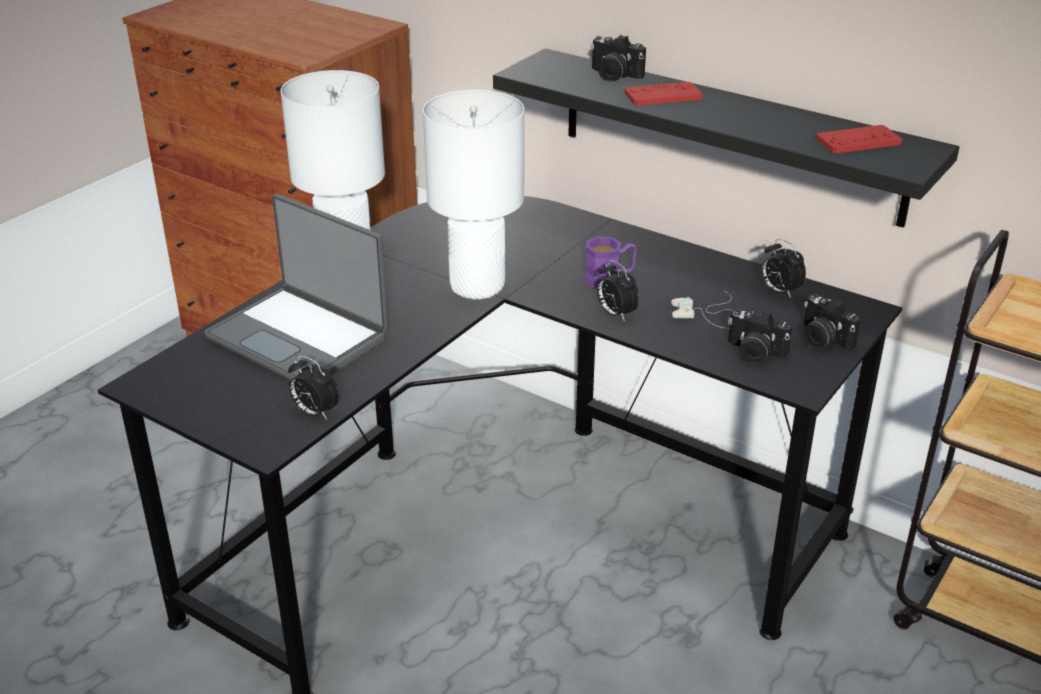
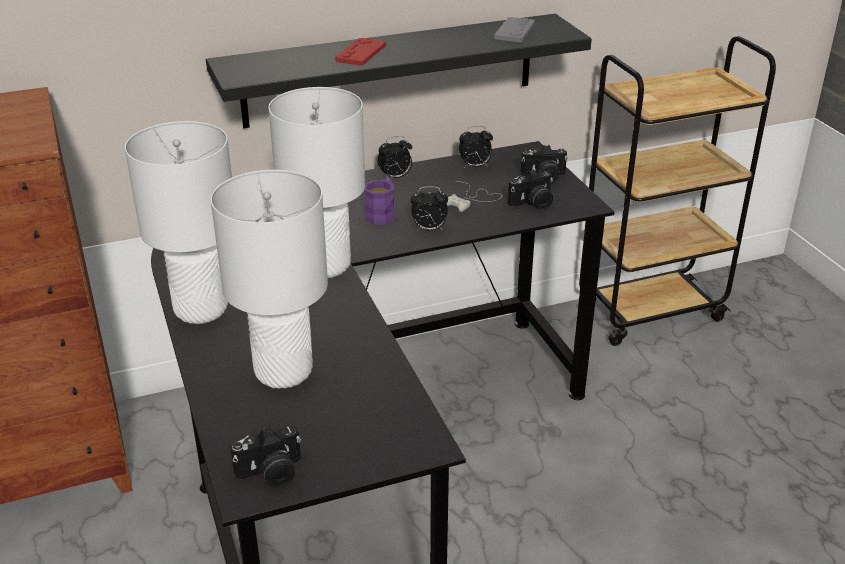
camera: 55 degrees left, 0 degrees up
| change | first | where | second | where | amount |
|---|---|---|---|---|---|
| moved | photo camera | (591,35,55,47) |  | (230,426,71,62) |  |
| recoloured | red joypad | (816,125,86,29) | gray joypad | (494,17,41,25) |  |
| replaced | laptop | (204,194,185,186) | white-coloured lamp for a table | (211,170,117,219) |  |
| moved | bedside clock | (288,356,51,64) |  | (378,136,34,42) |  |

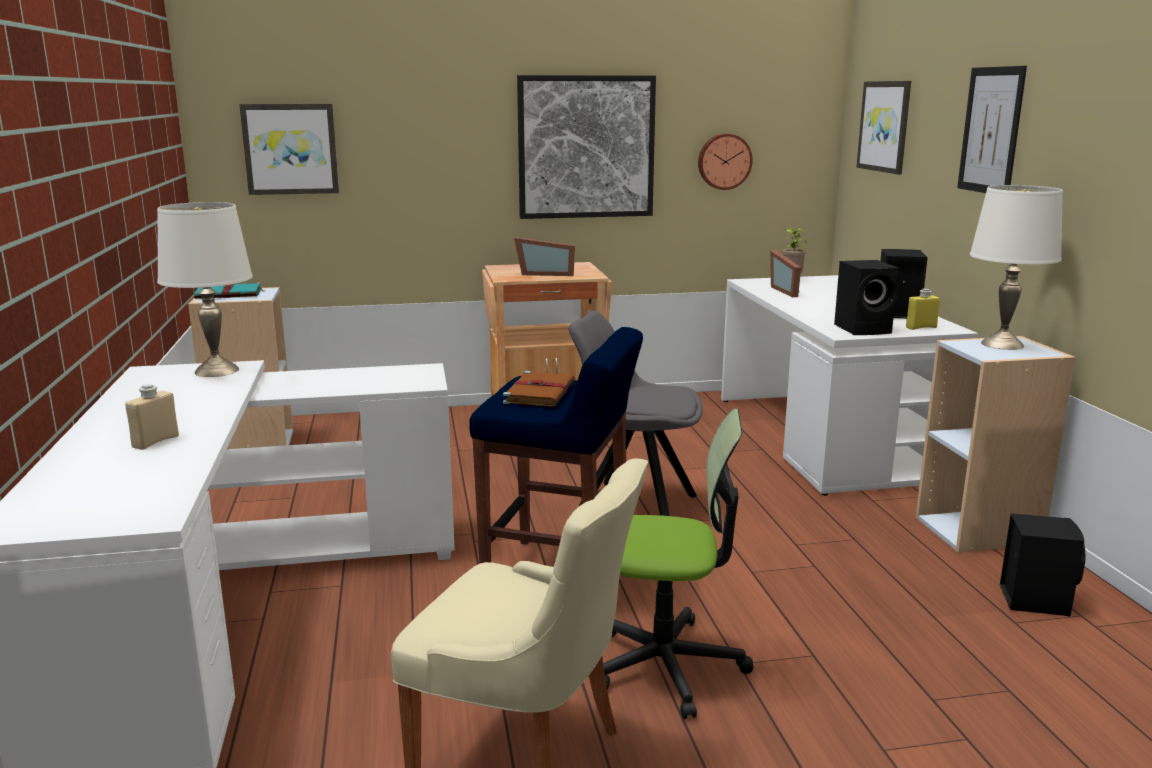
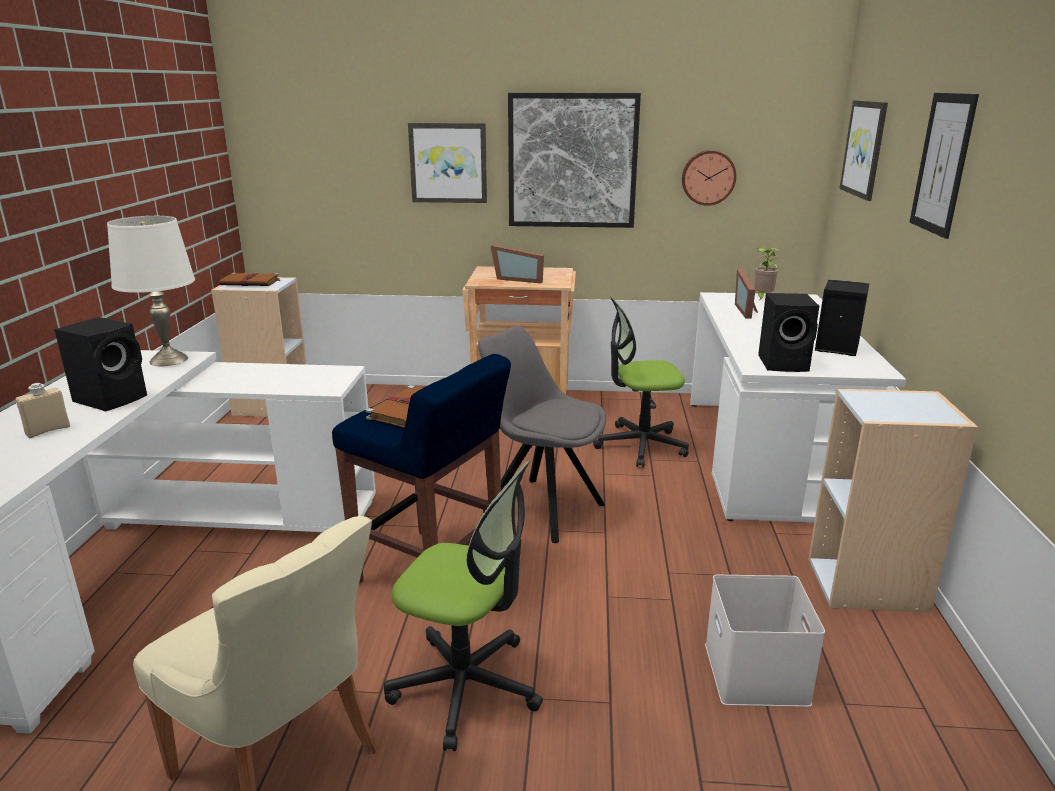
camera: 15 degrees right, 5 degrees up
| change | first | where | second | where | amount |
|---|---|---|---|---|---|
| moved | picture | (239,104,100,91) |  | (408,123,79,80) |  |
| removed | white-coloured lamp for a table | (970,185,93,165) |  |  |  |
| recoloured | blue-green book | (194,283,73,16) | brown book | (219,273,63,13) |  |
| removed | yellow-coloured beverage bottle | (906,289,34,41) |  |  |  |
| moved | black-coloured speaker | (1000,513,85,104) |  | (54,317,93,94) |  |
| added |  |  | computer chair | (593,297,96,171) |  |
| added |  |  | white-coloured storage container | (705,575,120,132) |  |

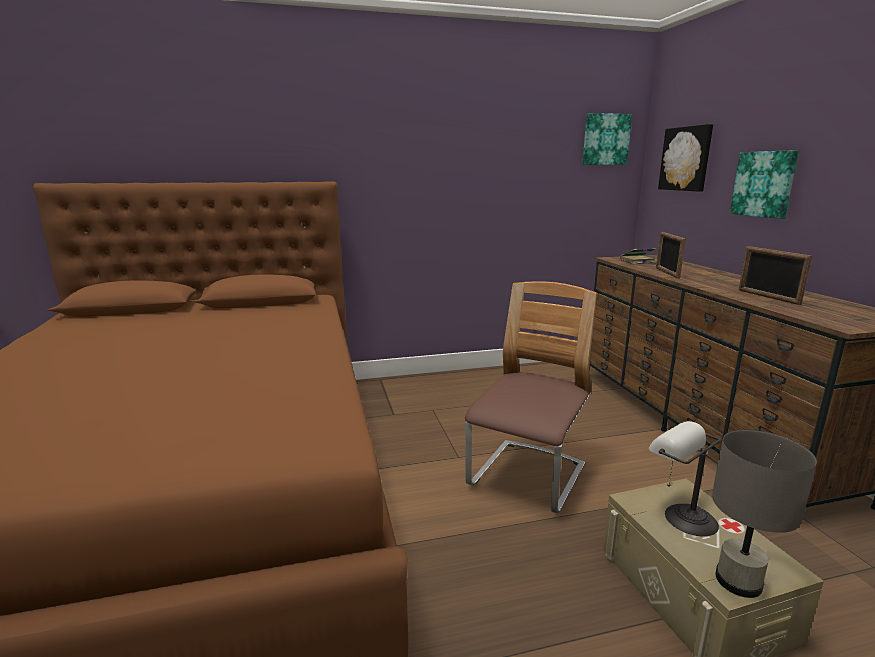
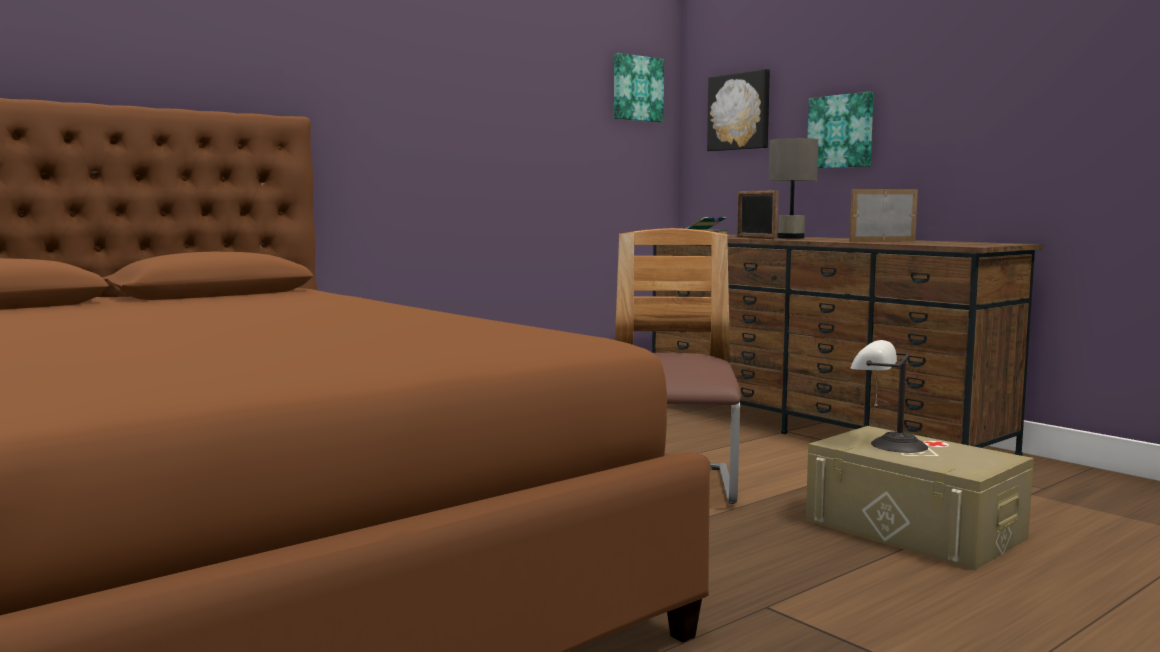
camera: 25 degrees left, 10 degrees down
| change | first | where | second | where | amount |
|---|---|---|---|---|---|
| turned | photo frame | (739,246,73,59) |  | (849,189,69,53) | 120 degrees clockwise |
| moved | gray lamp for a table | (712,429,105,169) |  | (769,138,49,101) |  |

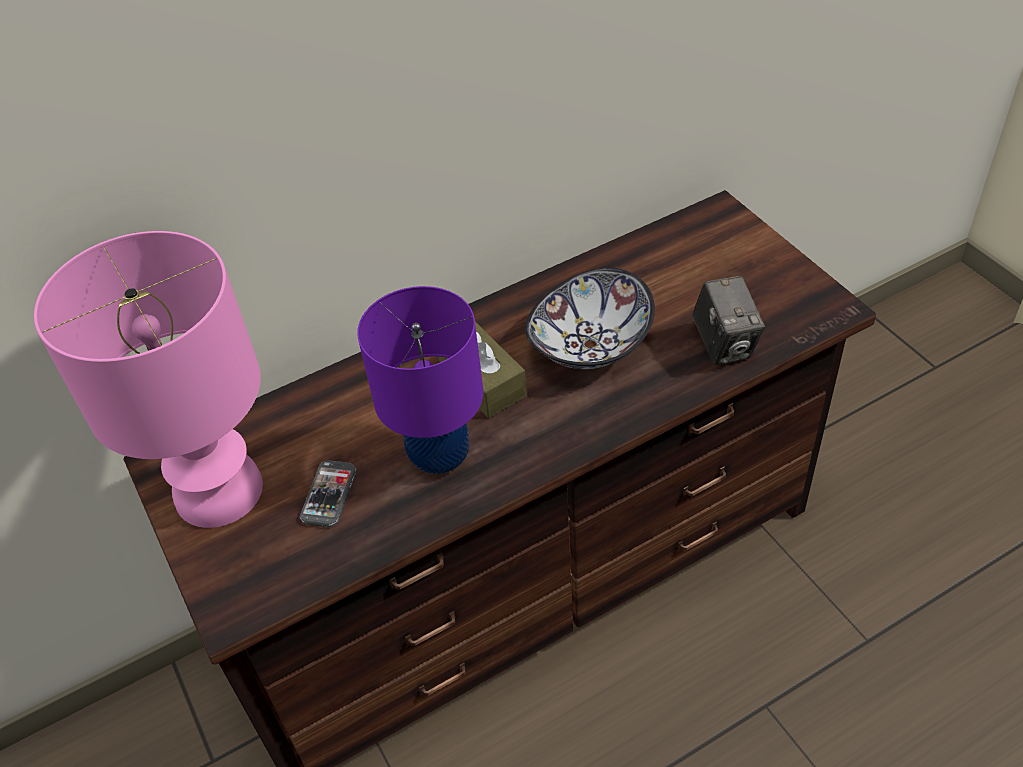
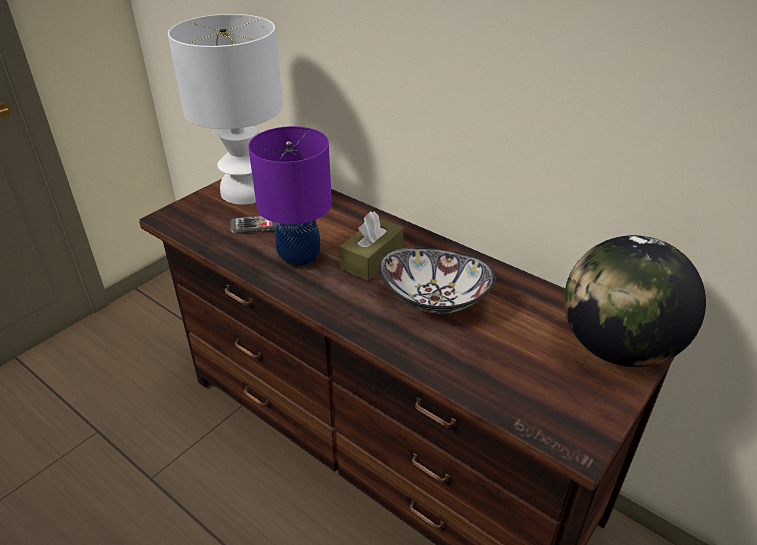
camera: 65 degrees right, 10 degrees down
| change | first | where | second | where | amount |
|---|---|---|---|---|---|
| recoloured | pink-coloured lamp for a table | (34,231,229,297) | white-coloured lamp for a table | (168,14,115,191) |  |
| removed | photo camera | (692,275,73,90) |  |  |  |
| added |  |  | desk globe | (564,235,142,132) |  |

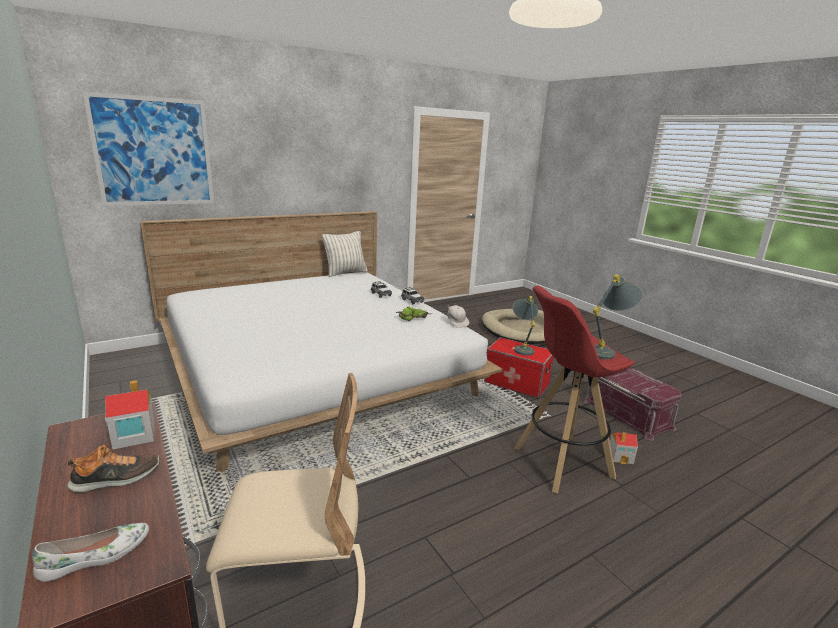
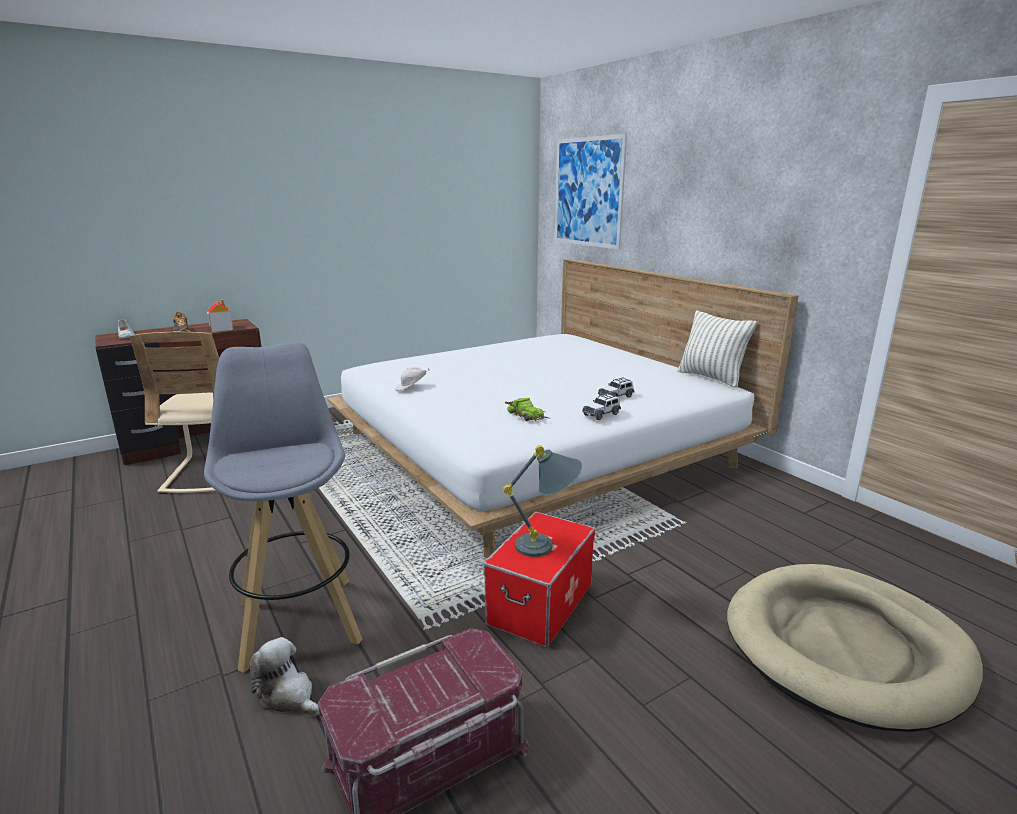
camera: 90 degrees right, 0 degrees up
| change | first | where | second | where | amount |
|---|---|---|---|---|---|
| removed | gray lamp for a table | (593,274,49,85) |  |  |  |
| recoloured | red sitting stool | (514,286,121,207) | gray sitting stool | (204,342,158,331) |  |
| moved | white-coloured cap | (447,305,22,23) |  | (395,367,35,24) |  |
| replaced | toy house | (610,432,28,32) | soft toy | (249,637,70,79) |  |

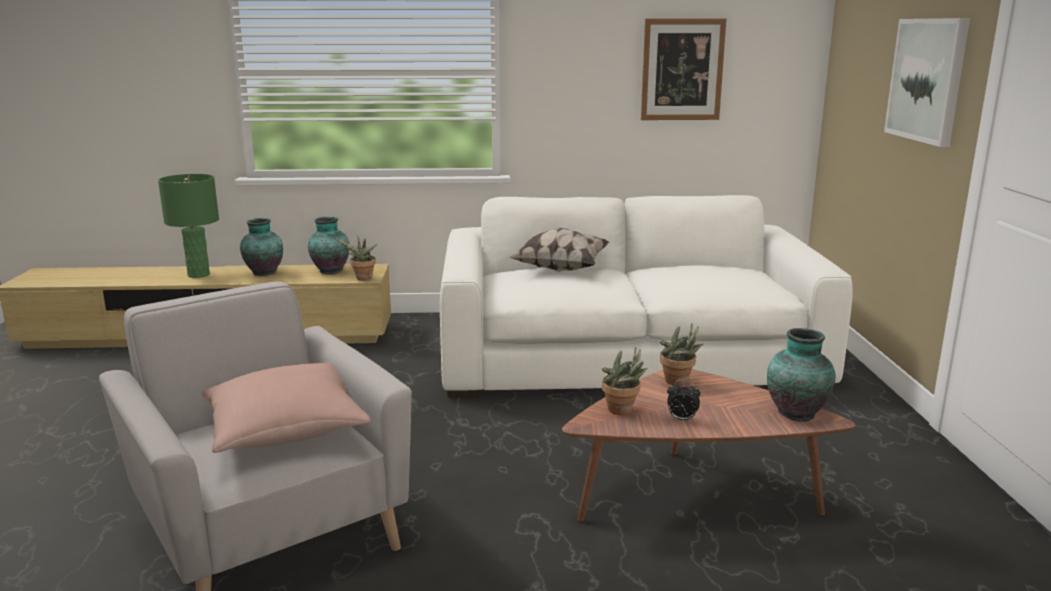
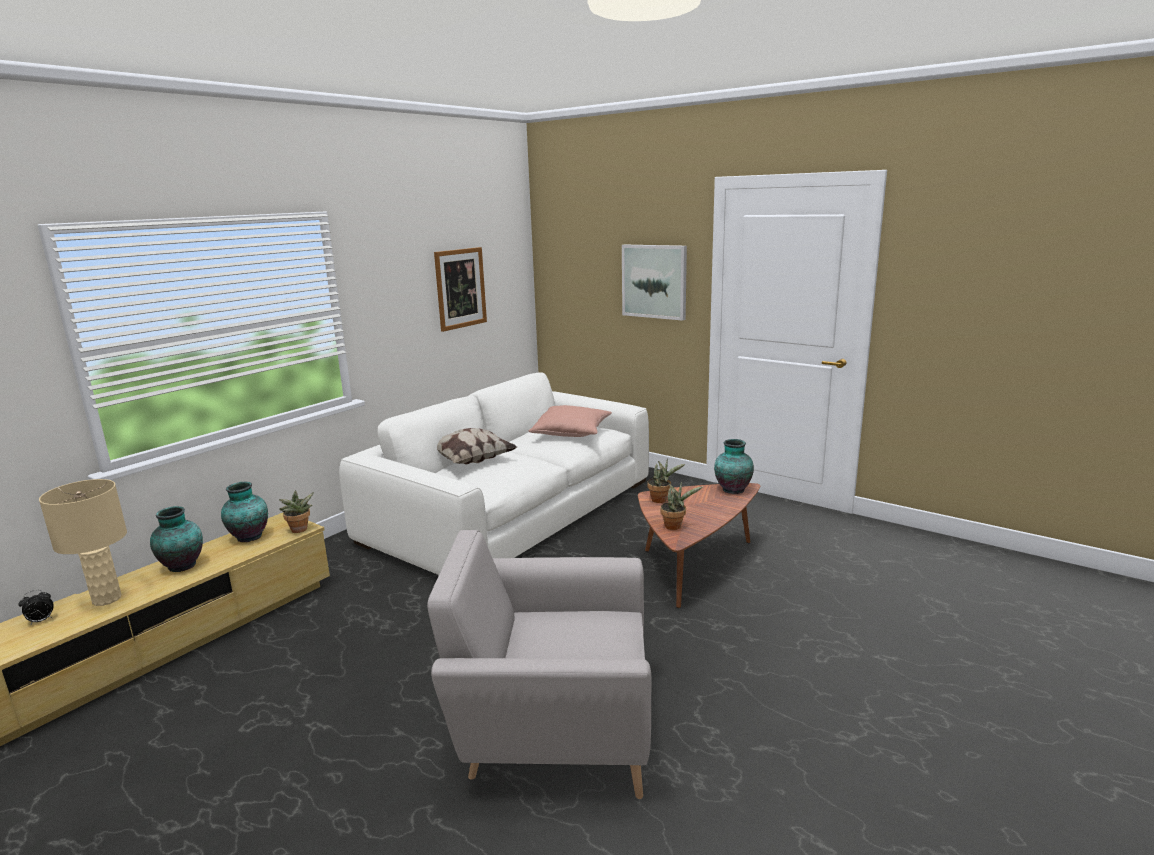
camera: 50 degrees left, 0 degrees up
| change | first | where | second | where | amount |
|---|---|---|---|---|---|
| recoloured | greenish lamp for a table | (158,174,61,104) | sand-coloured lamp for a table | (39,479,88,127) |  |
| moved | pink-coloured throw pillow | (202,363,169,90) |  | (529,405,83,32) |  |
| moved | bedside clock | (667,380,33,42) |  | (19,590,35,34) |  |

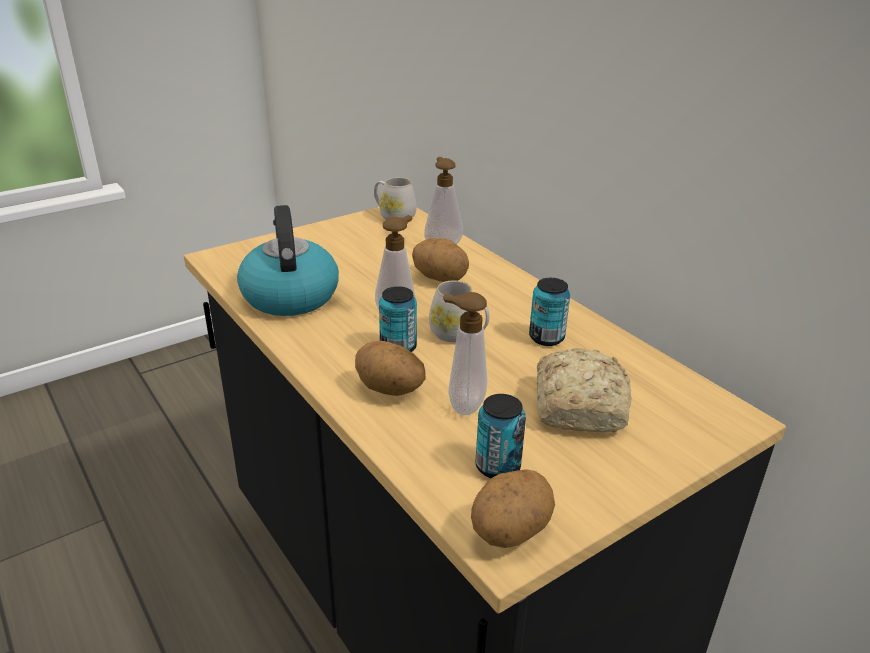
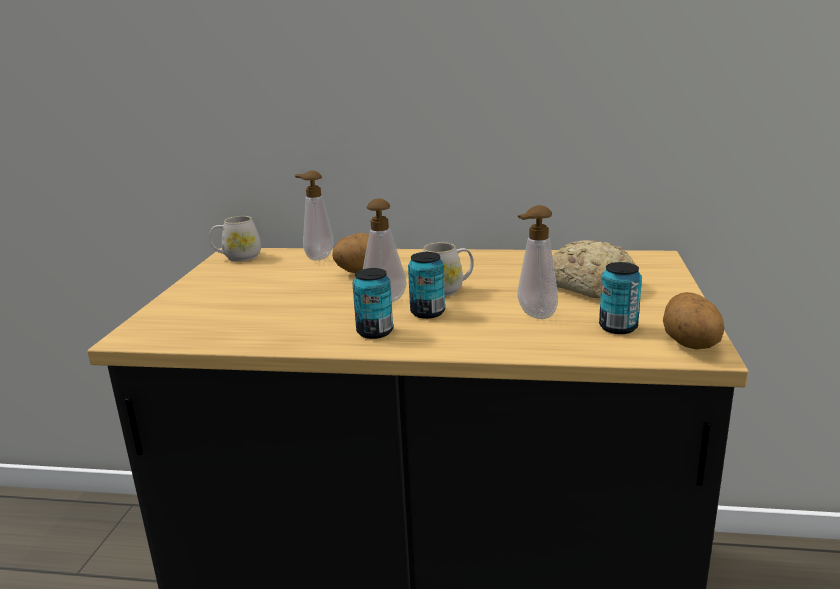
camera: 45 degrees left, 10 degrees down
| change | first | where | second | where | amount |
|---|---|---|---|---|---|
| removed | kettle | (237,205,102,111) |  |  |  |
| moved | metal can | (529,278,41,68) |  | (352,268,41,71) |  |
| removed | whole potato | (355,341,70,55) |  |  |  |

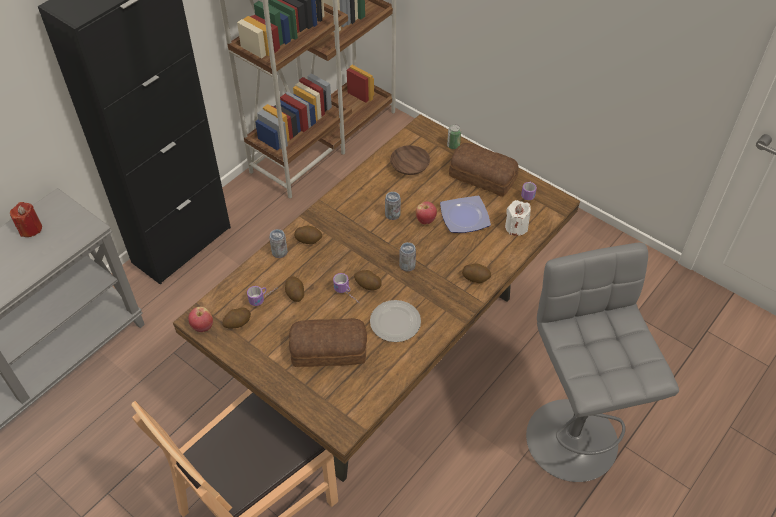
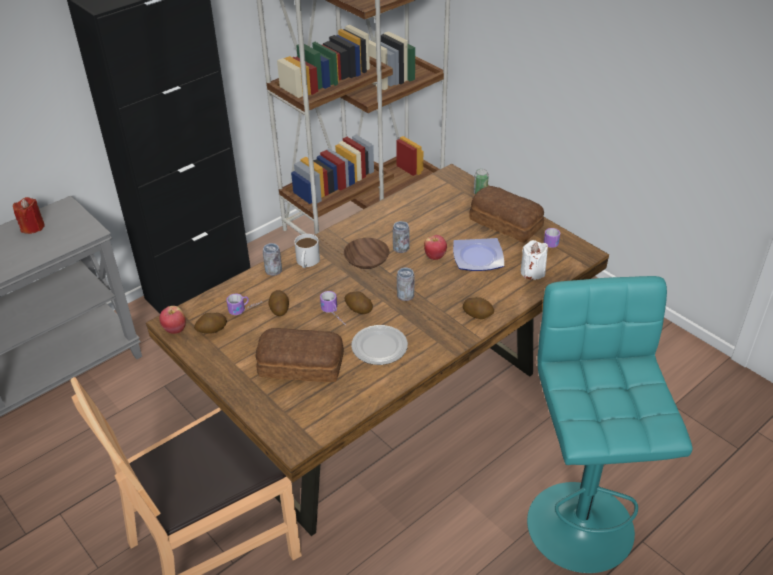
camera: 10 degrees right, 10 degrees down
| change | first | where | second | where | amount |
|---|---|---|---|---|---|
| moved | brown serving bowl | (390,145,40,30) |  | (344,238,45,31) |  |
| replaced | whole potato | (294,225,28,19) | white-coloured mug | (294,234,26,34) |  |
| recoloured | gray sitting stool | (526,243,153,239) | blue-green sitting stool | (527,276,166,297) |  |

